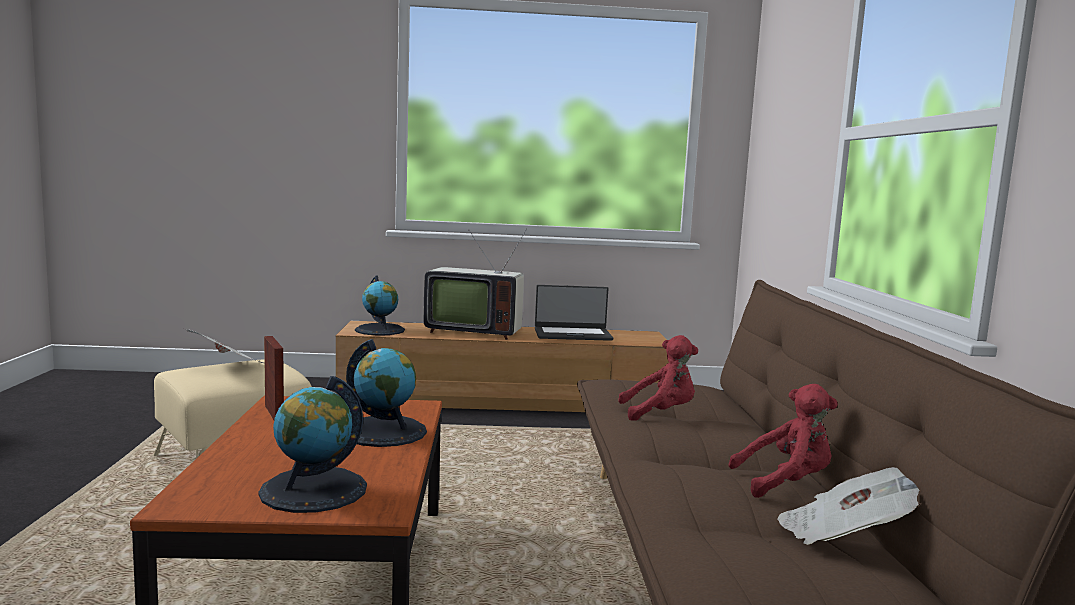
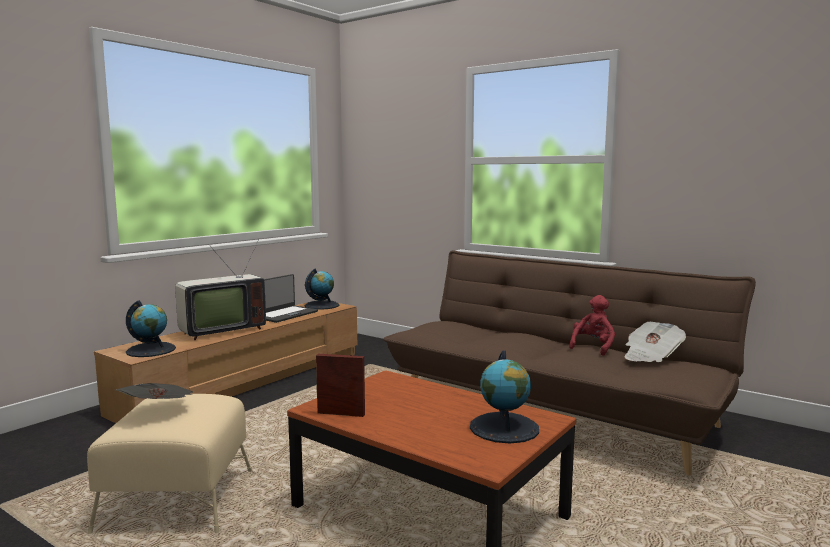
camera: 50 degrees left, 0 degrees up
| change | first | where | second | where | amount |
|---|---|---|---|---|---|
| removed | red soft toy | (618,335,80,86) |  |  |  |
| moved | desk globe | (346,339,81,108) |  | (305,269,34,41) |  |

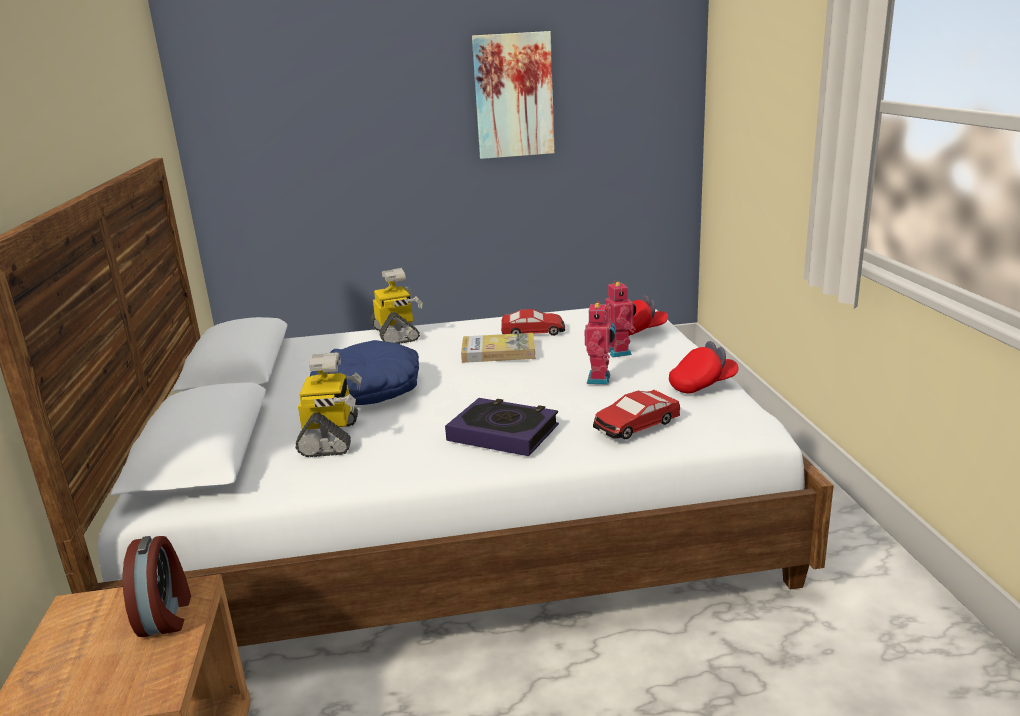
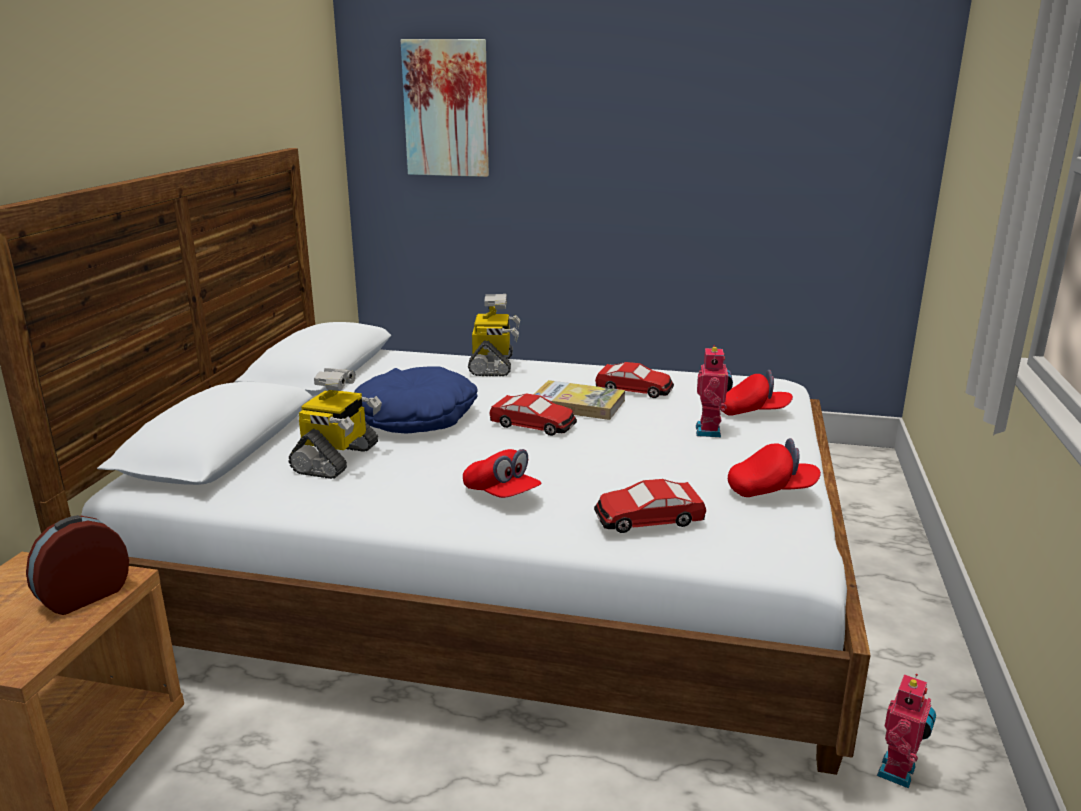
camera: 20 degrees right, 0 degrees up
| change | first | where | second | where | amount |
|---|---|---|---|---|---|
| moved | picture | (472,31,83,128) |  | (401,39,88,138) |  |
| moved | toy robot | (585,301,31,84) |  | (877,674,59,115) |  |
| replaced | book | (445,398,114,58) | red cap | (463,449,79,49) |  |
| turned | bedside clock | (122,536,69,101) |  | (26,515,103,100) | 150 degrees counterclockwise |
| added |  |  | model car | (489,394,88,42) |  |

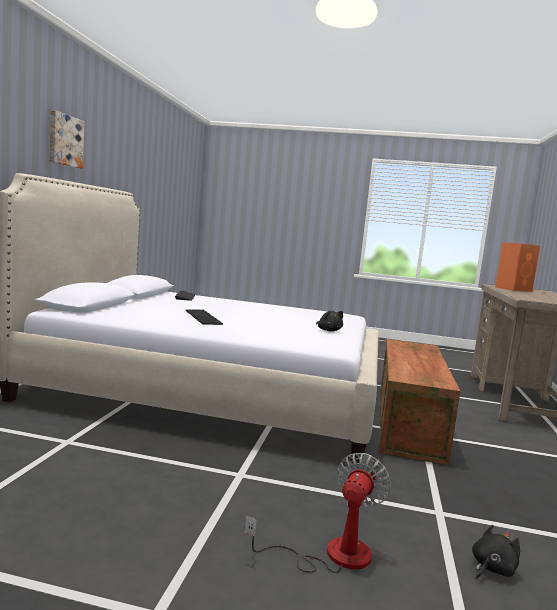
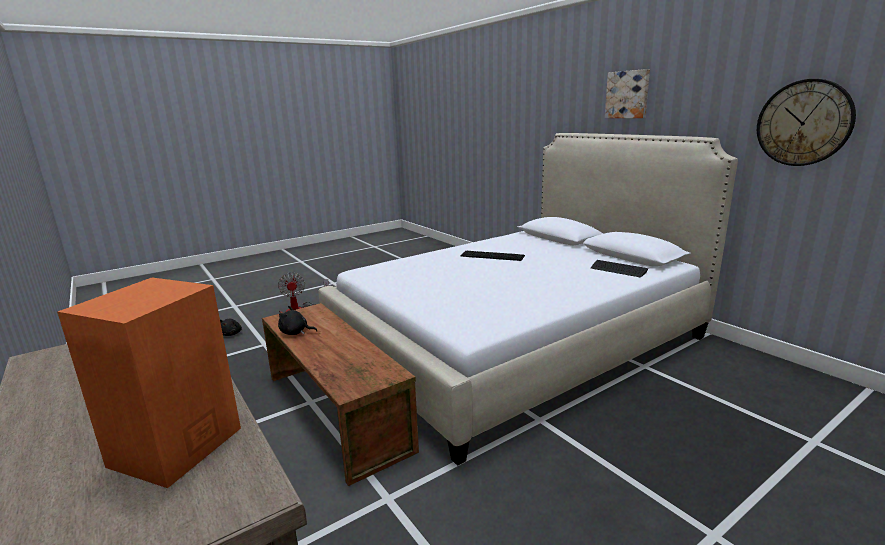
camera: 135 degrees right, 10 degrees up
| change | first | where | second | where | amount |
|---|---|---|---|---|---|
| moved | black-coloured soft toy | (316,311,27,20) |  | (278,306,39,29) |  |
| added |  |  | hanging clock | (757,79,99,87) |  |

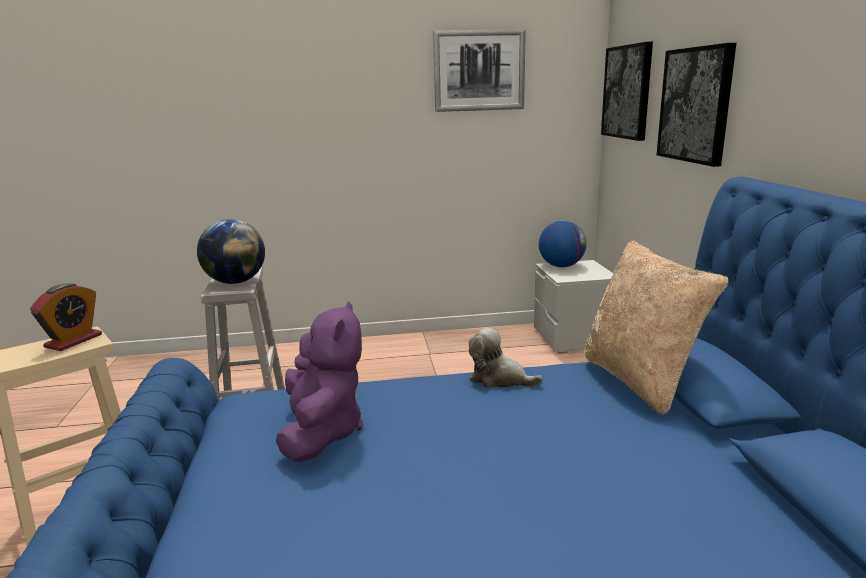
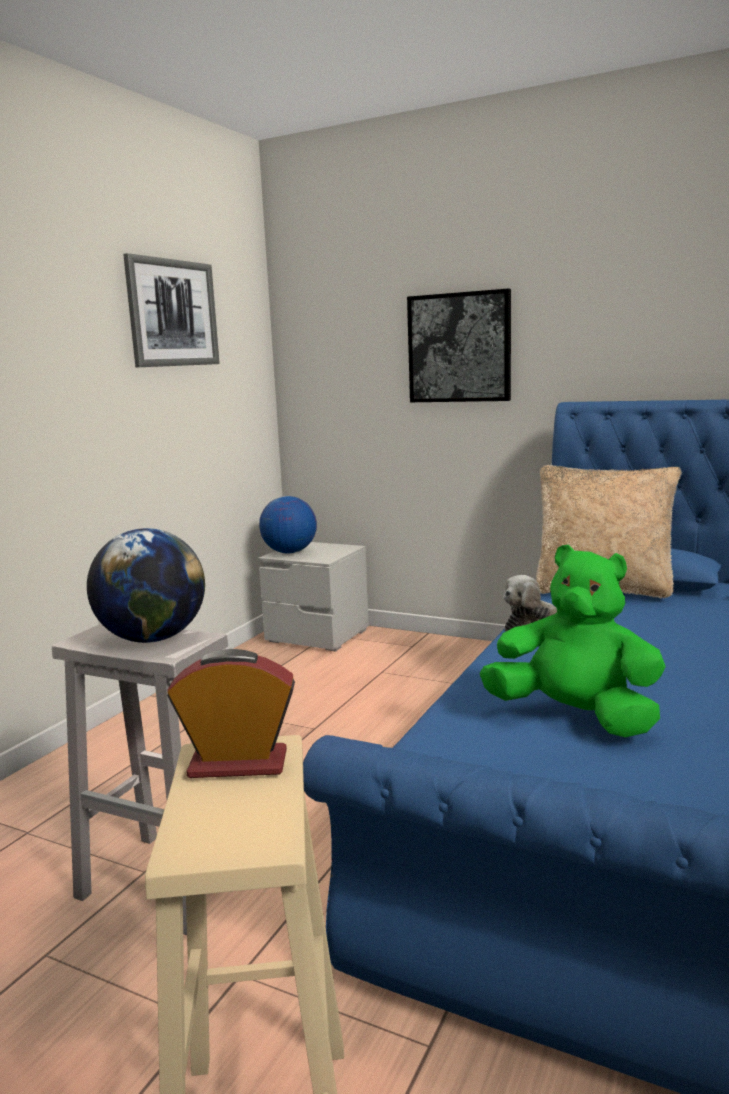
camera: 55 degrees left, 5 degrees down
| change | first | where | second | where | amount |
|---|---|---|---|---|---|
| removed | picture | (601,42,52,99) |  |  |  |
| turned | bedside clock | (30,283,72,68) |  | (167,649,128,129) | 60 degrees counterclockwise |
| recoloured | purple-coloured soft toy | (276,301,87,162) | greenish soft toy | (479,545,187,192) |  |

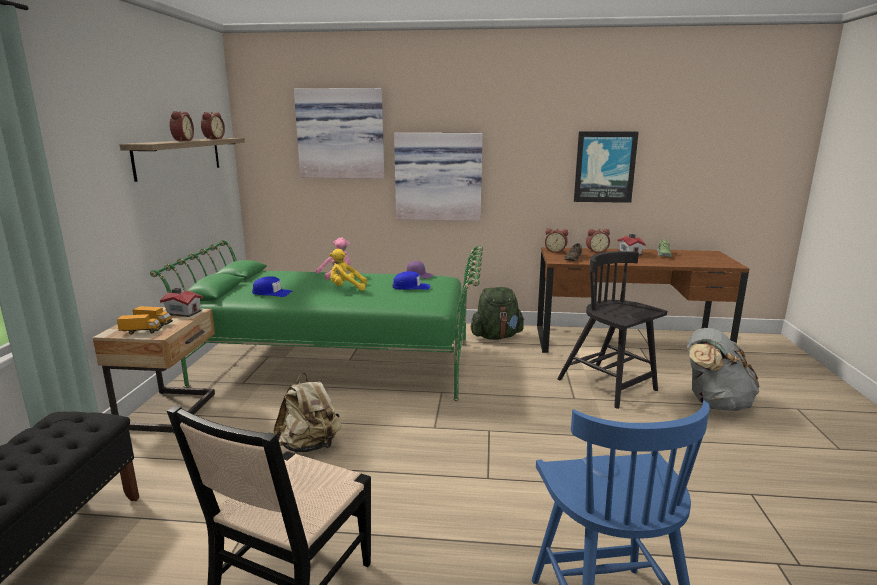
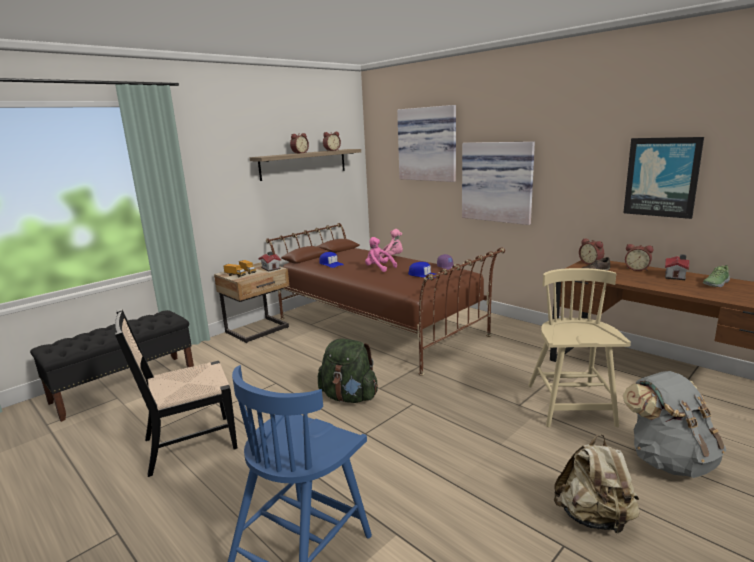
camera: 40 degrees right, 0 degrees up
| change | first | where | second | where | amount |
|---|---|---|---|---|---|
| recoloured | greenish bedroom bed | (150,240,333,161) | brown bedroom bed | (266,223,239,153) |  |
| recoloured | yellow-coloured soft toy | (330,249,37,42) | pink-coloured soft toy | (365,237,32,35) |  |
| recoloured | black-coloured upright chair | (557,251,110,158) | sand-coloured upright chair | (528,268,103,159) |  |
| moved | greenish rucksack | (471,287,53,53) |  | (318,339,60,64) |  |
| moved | sand-coloured rucksack | (273,373,68,79) |  | (554,434,86,101) |  |

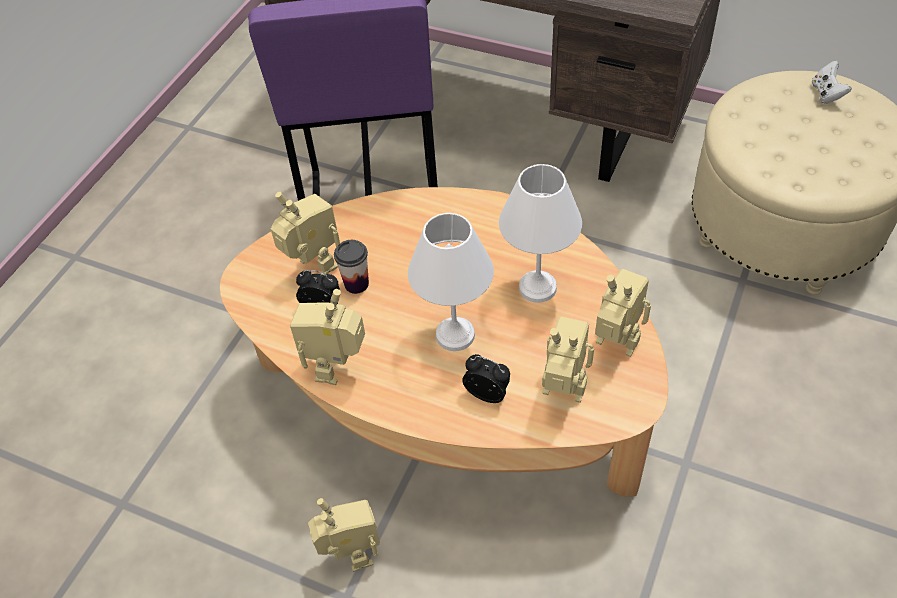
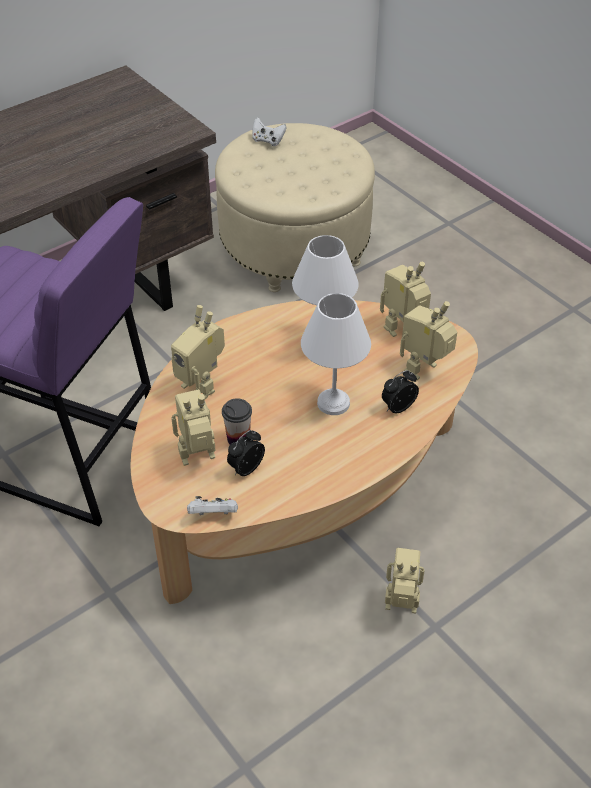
camera: 65 degrees left, 5 degrees down
| change | first | where | second | where | amount |
|---|---|---|---|---|---|
| moved | toy robot | (290,289,75,96) |  | (171,305,54,94) |  |
| added |  |  | white-coloured joypad | (187,496,51,19) |  |

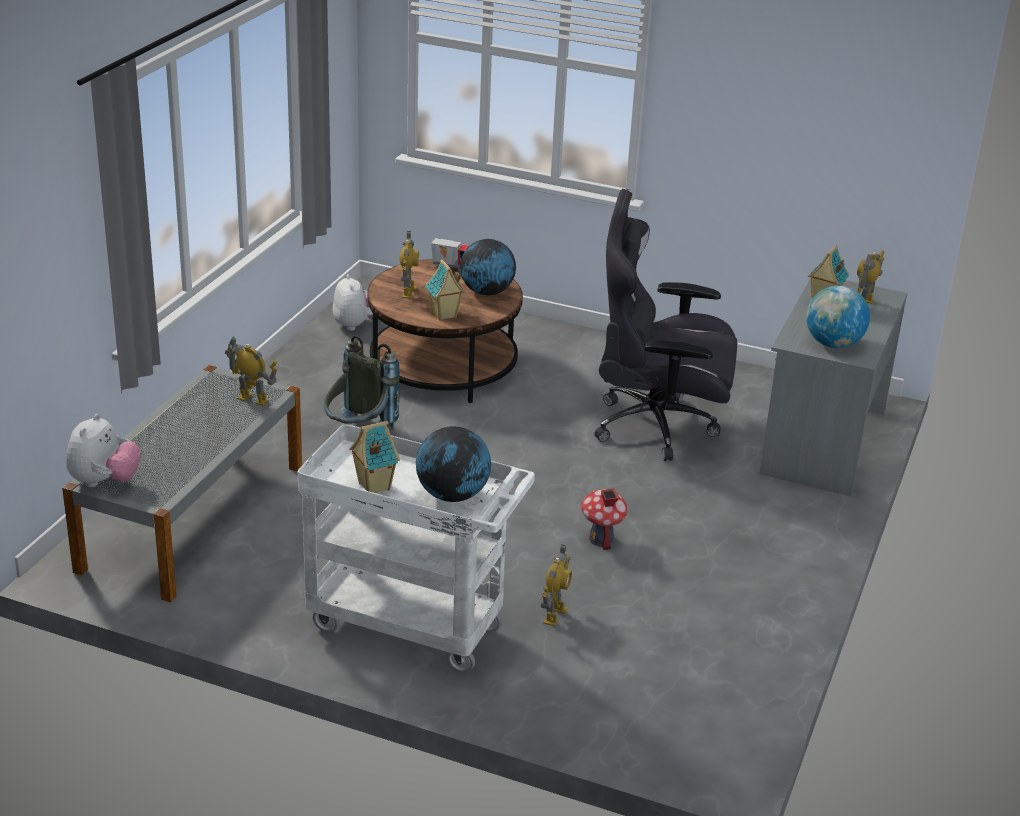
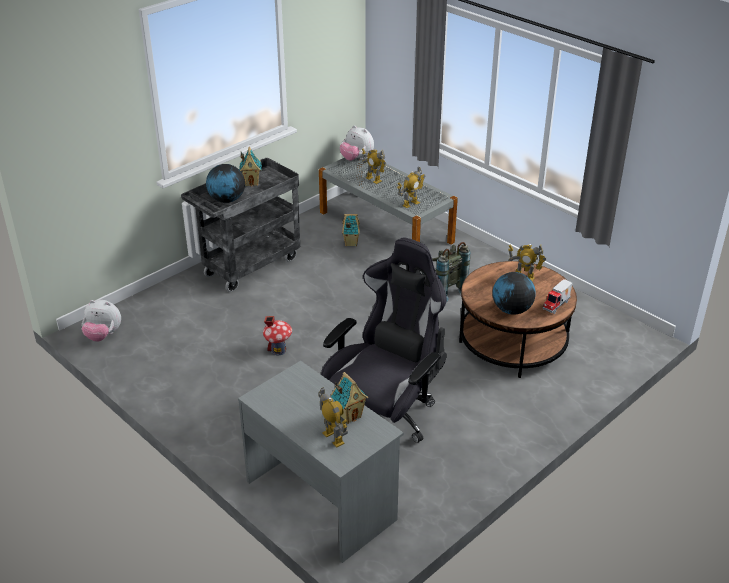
camera: 115 degrees right, 5 degrees up
| change | first | where | second | where | amount |
|---|---|---|---|---|---|
| moved | toy house | (425,259,40,62) |  | (342,214,18,32) |  |
| moved | soft toy | (333,274,46,57) |  | (82,300,39,42) |  |
| removed | desk globe | (806,286,64,62) |  |  |  |
| recoloured | white-coloured trolley | (298,425,237,248) | black-coloured trolley | (181,158,119,134) |  |
| moved | toy robot | (541,544,31,82) |  | (362,148,24,36) |  |

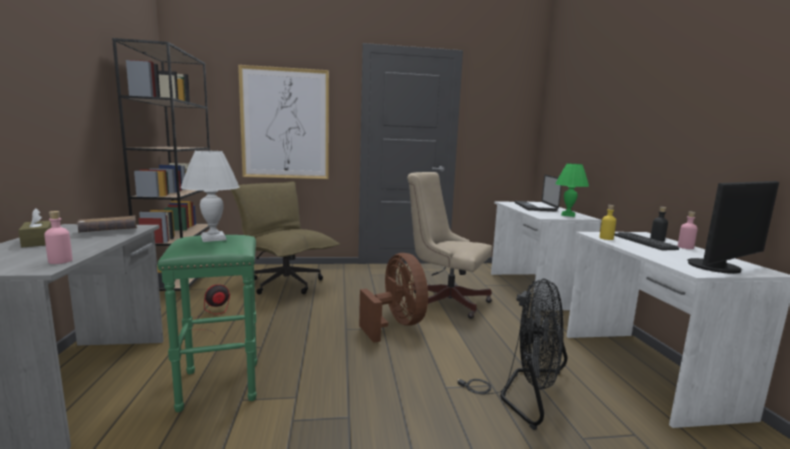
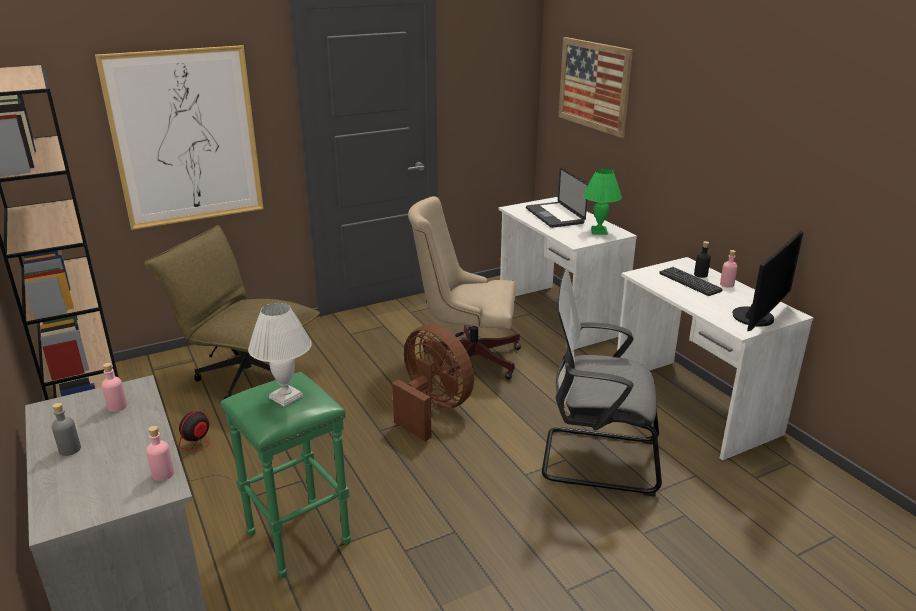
camera: 20 degrees left, 15 degrees up
| change | first | where | second | where | amount |
|---|---|---|---|---|---|
| removed | yellow-coloured beverage bottle | (600,205,16,35) |  |  |  |
| replaced | brown box of tissues | (18,208,33,39) | gray beverage bottle | (52,403,29,53) |  |
| replaced | brown book | (77,215,60,18) | pink-coloured beverage bottle | (102,363,25,49) |  |
| replaced | black-coloured cooling fan | (457,279,110,151) | upright chair | (542,268,120,229) |  |
| added |  |  | picture | (558,37,75,101) |  |

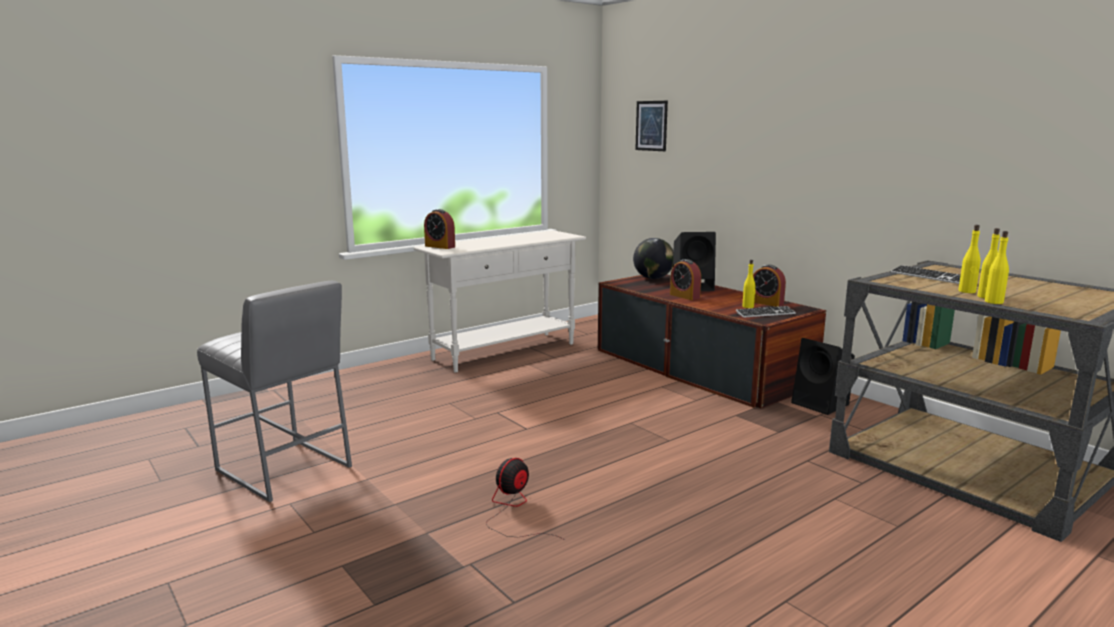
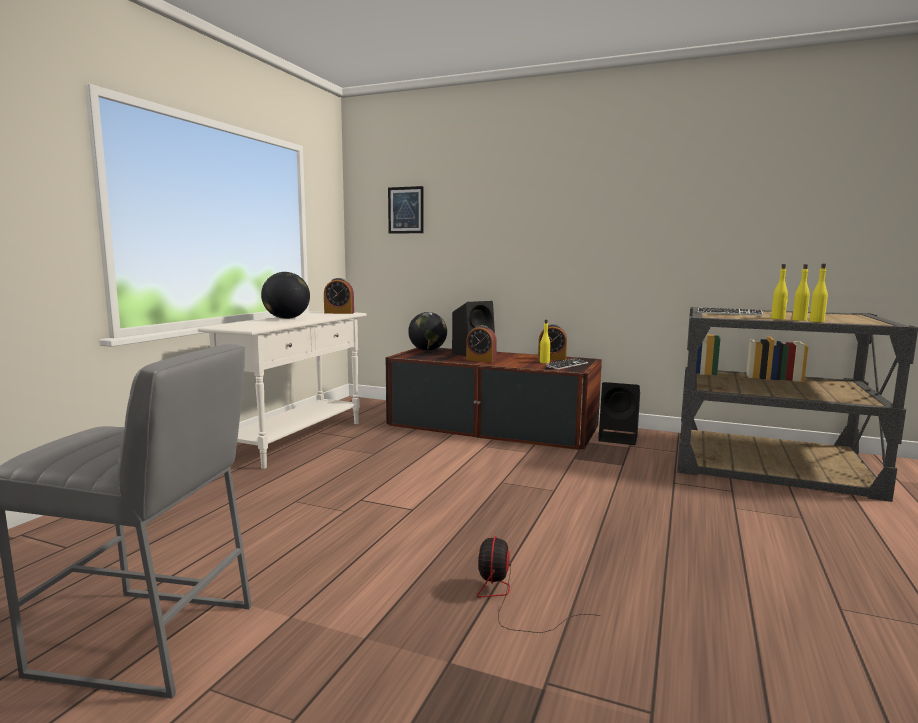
camera: 30 degrees left, 5 degrees down
| change | first | where | second | where | amount |
|---|---|---|---|---|---|
| moved | bedside clock | (424,209,31,40) |  | (324,278,30,36) |  |
| added |  |  | desk globe | (261,272,49,47) |  |

